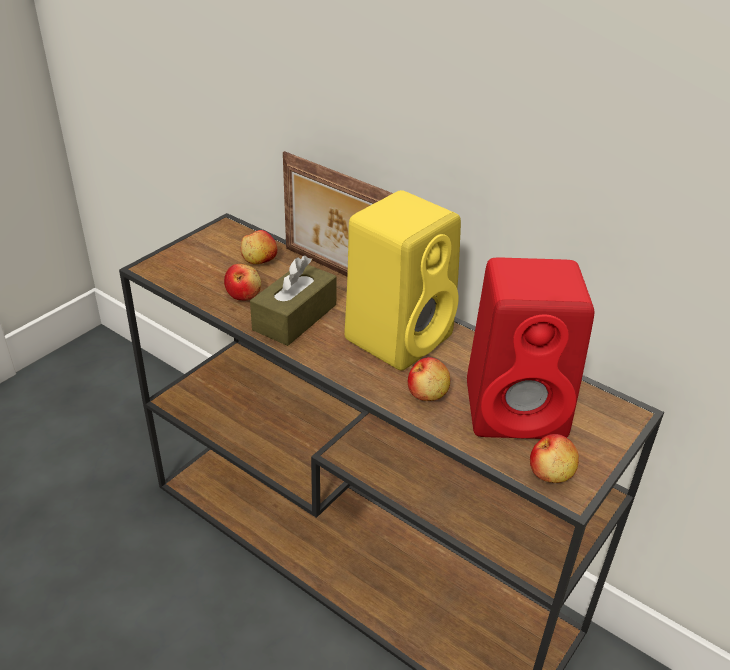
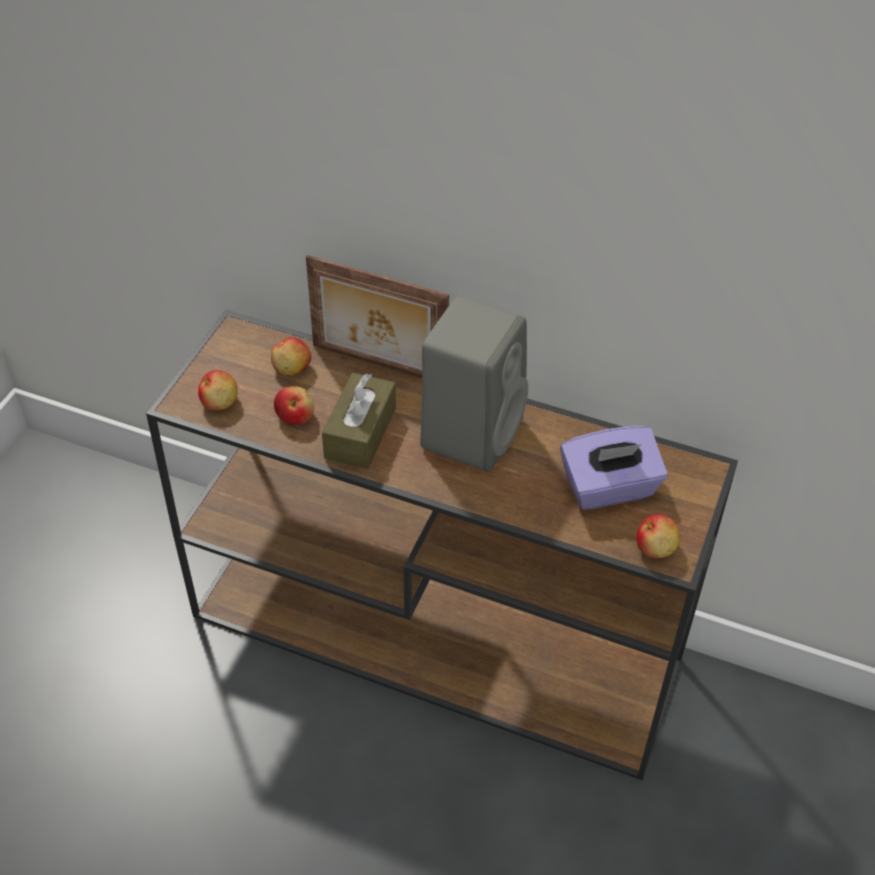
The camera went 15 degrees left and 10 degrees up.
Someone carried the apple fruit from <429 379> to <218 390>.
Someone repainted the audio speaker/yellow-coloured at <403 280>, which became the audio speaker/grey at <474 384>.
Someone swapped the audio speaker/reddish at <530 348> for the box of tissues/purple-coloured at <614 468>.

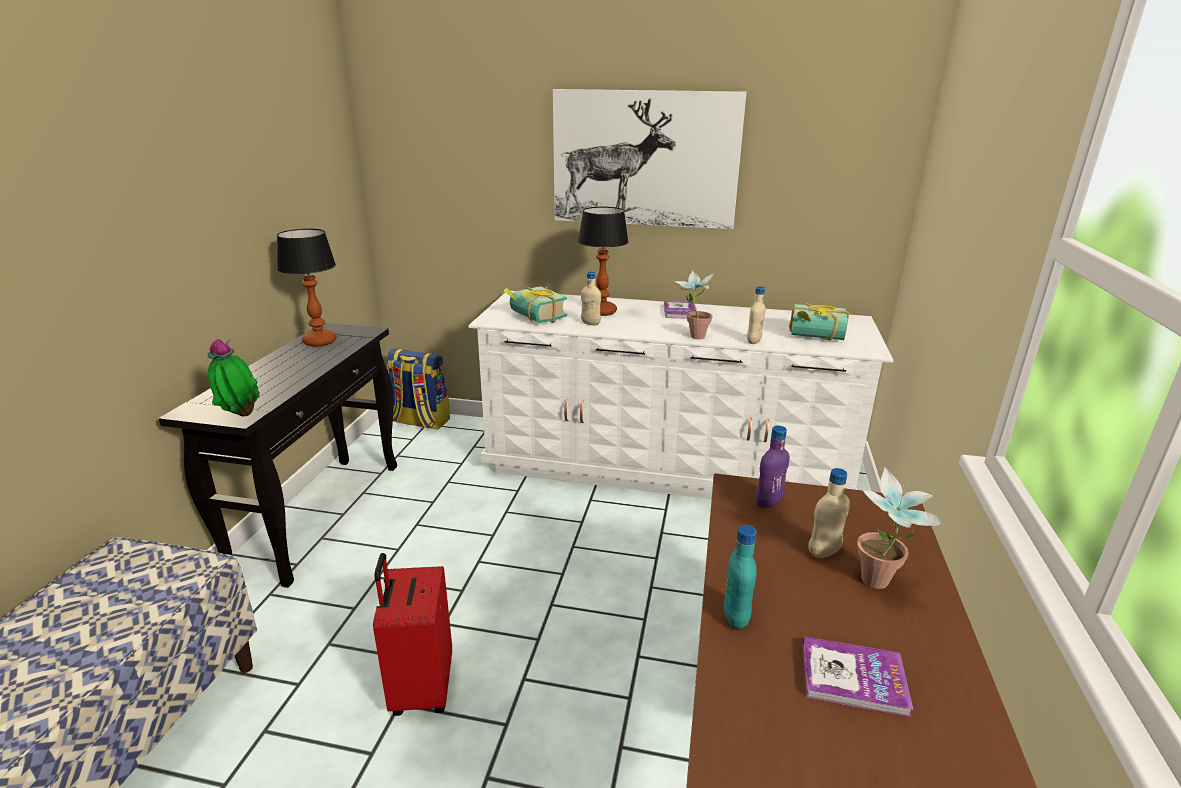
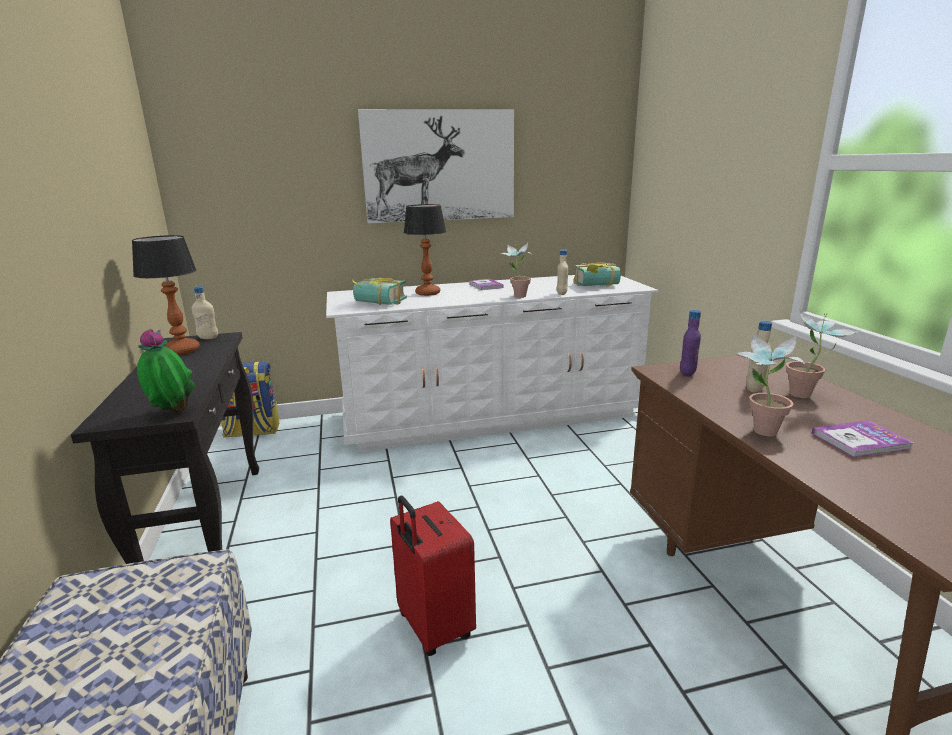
The camera went 25 degrees left and 5 degrees down.
Someone carried the drink bottle/sand-coloured from <591 298> to <205 312>.
Someone swapped the drink bottle/blue-green at <740 577> for the houseplant at <770 385>.

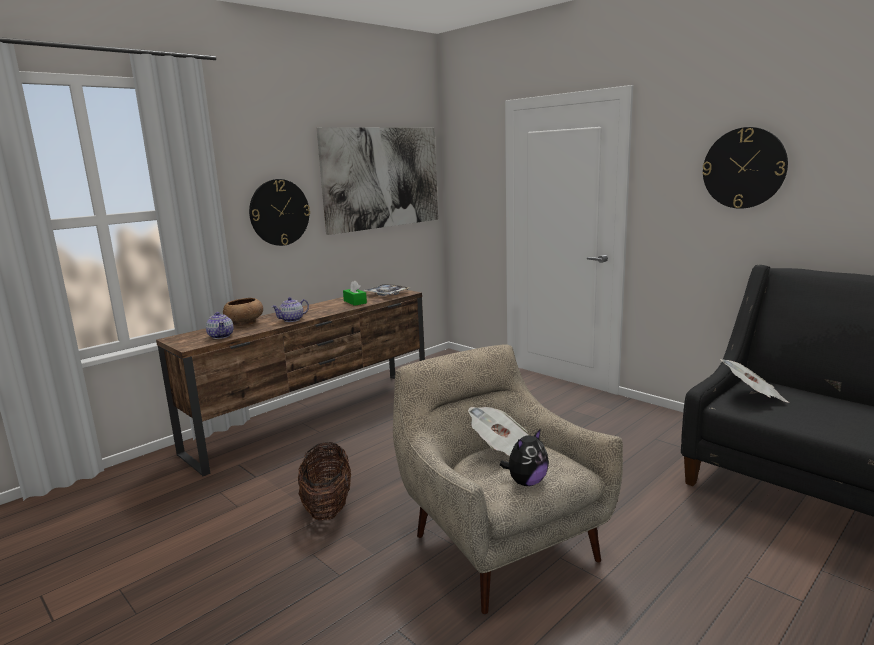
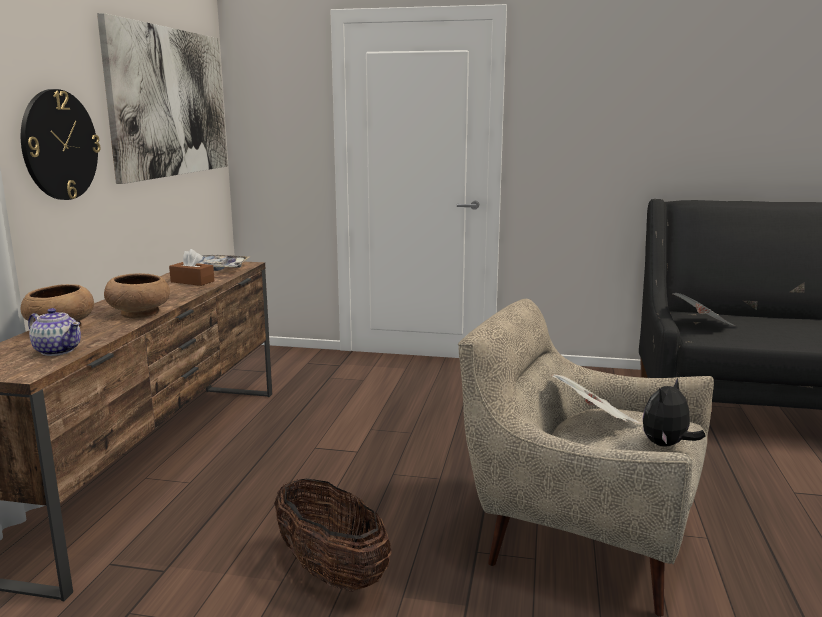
The camera went 35 degrees left and 0 degrees up.
Someone swapped the teapot at <290 309> for the deep dish/brownish at <137 296>.
Someone repainted the box of tissues/green-coloured at <355 293>, which became the box of tissues/brownish at <191 267>.
Someone rotated the cuddly toy at <524 457> by 150 degrees counterclockwise.
Someone took away the hanging clock at <745 168>.

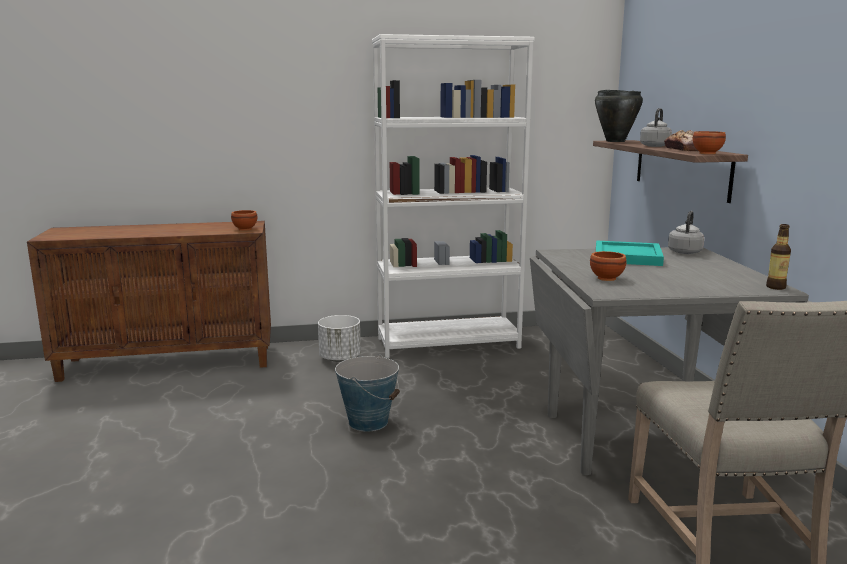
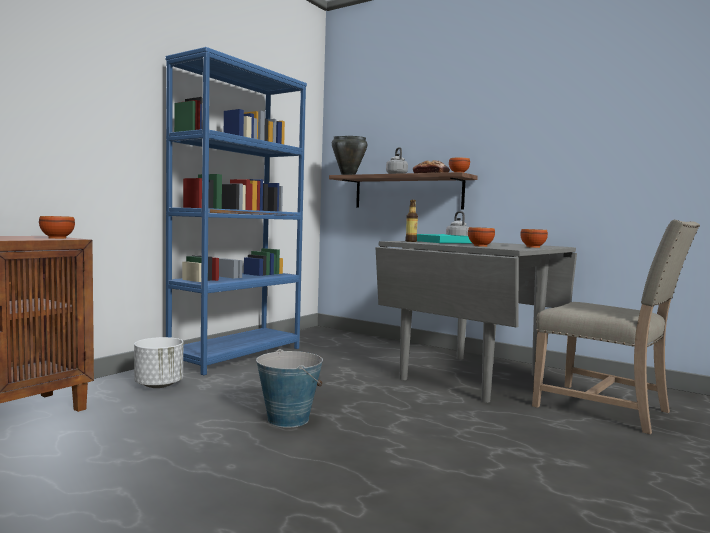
The camera went 45 degrees left and 10 degrees down.
Someone repainted the shelving unit/white at <453 196>, which became the shelving unit/blue-coloured at <236 211>.
Someone carried the drink bottle from <778 257> to <411 221>.
Someone put down the deep dish/brownish at <534 238>.

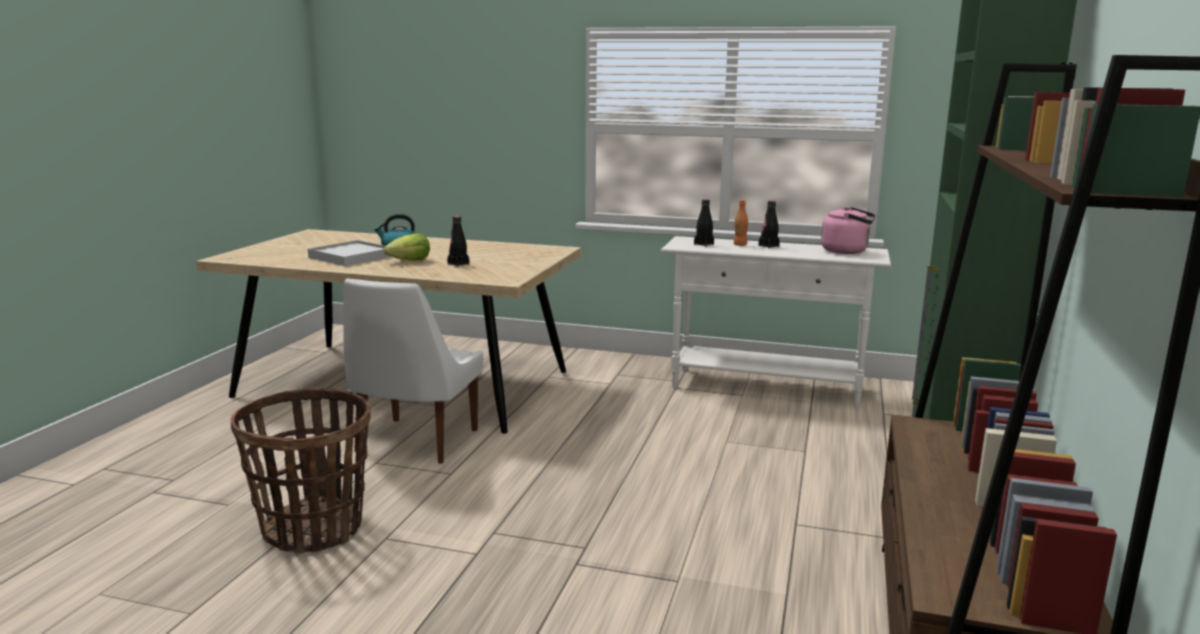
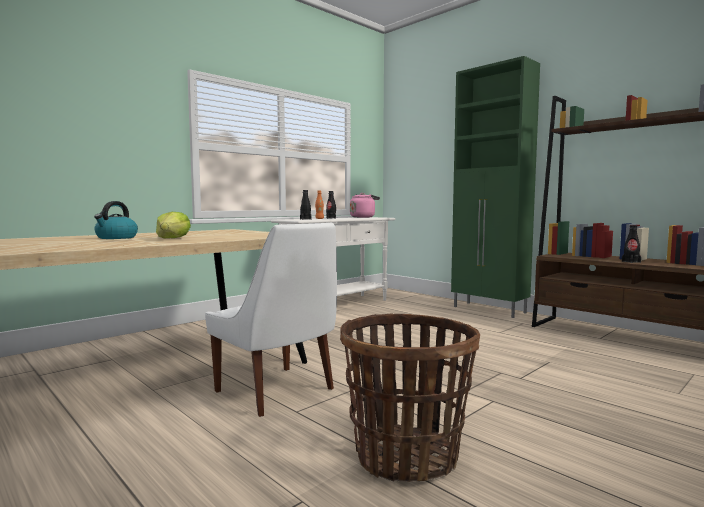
The camera went 60 degrees left and 10 degrees down.
Someone carried the drink bottle/black-coloured from <458 241> to <631 244>.
Someone took away the serving tray/white at <349 253>.

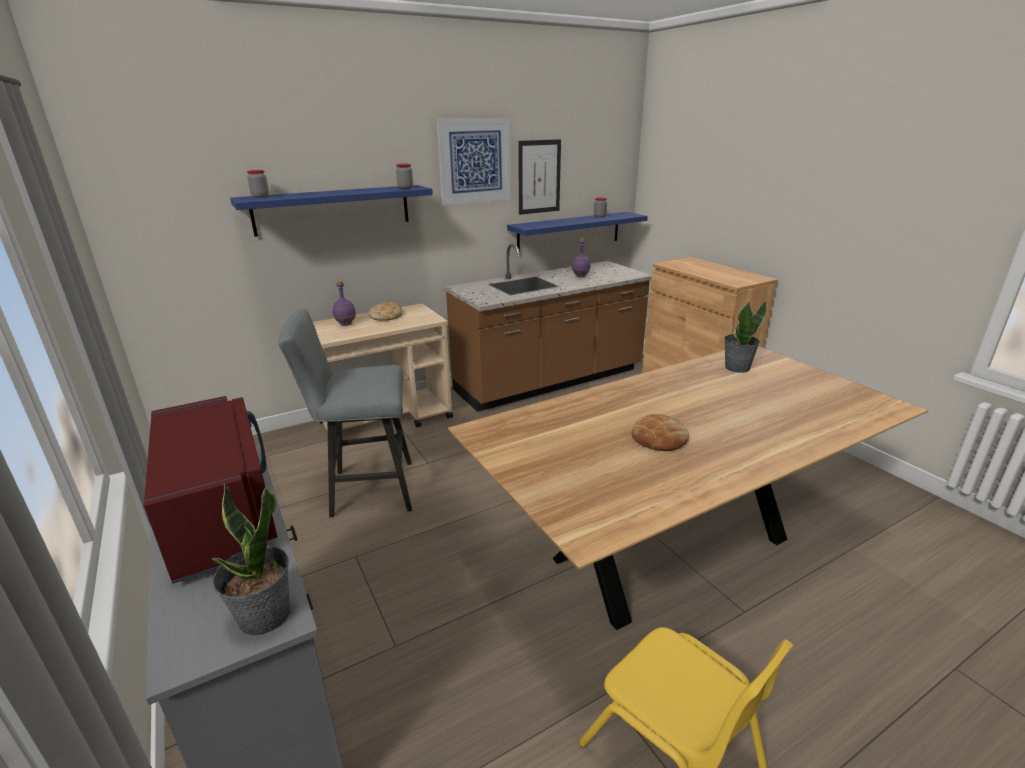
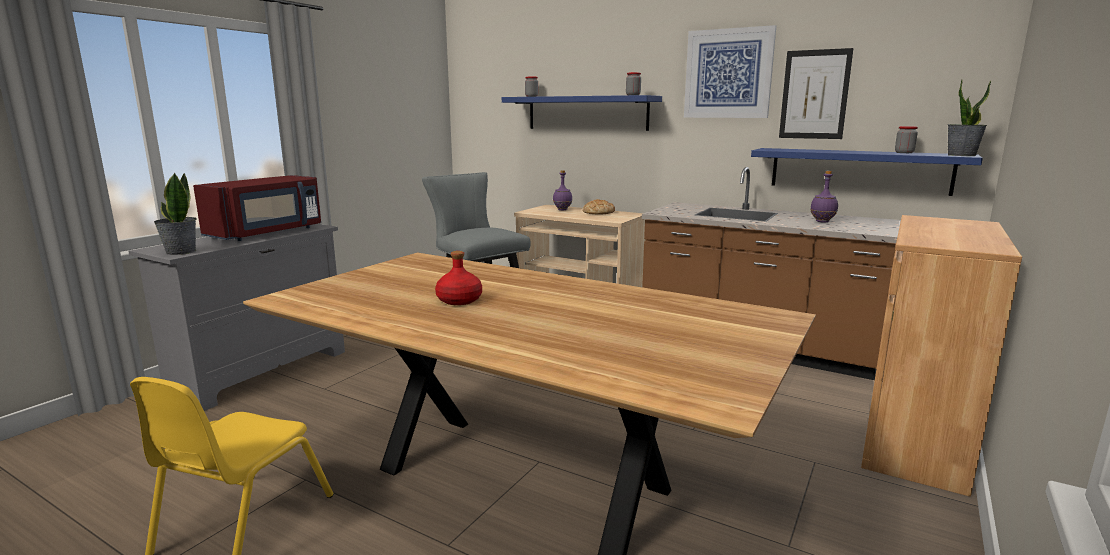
The camera went 60 degrees right and 10 degrees down.
Someone swapped the baked bread at <660 432> for the drink bottle/reddish at <458 278>.
Someone carried the houseplant from <745 336> to <969 117>.

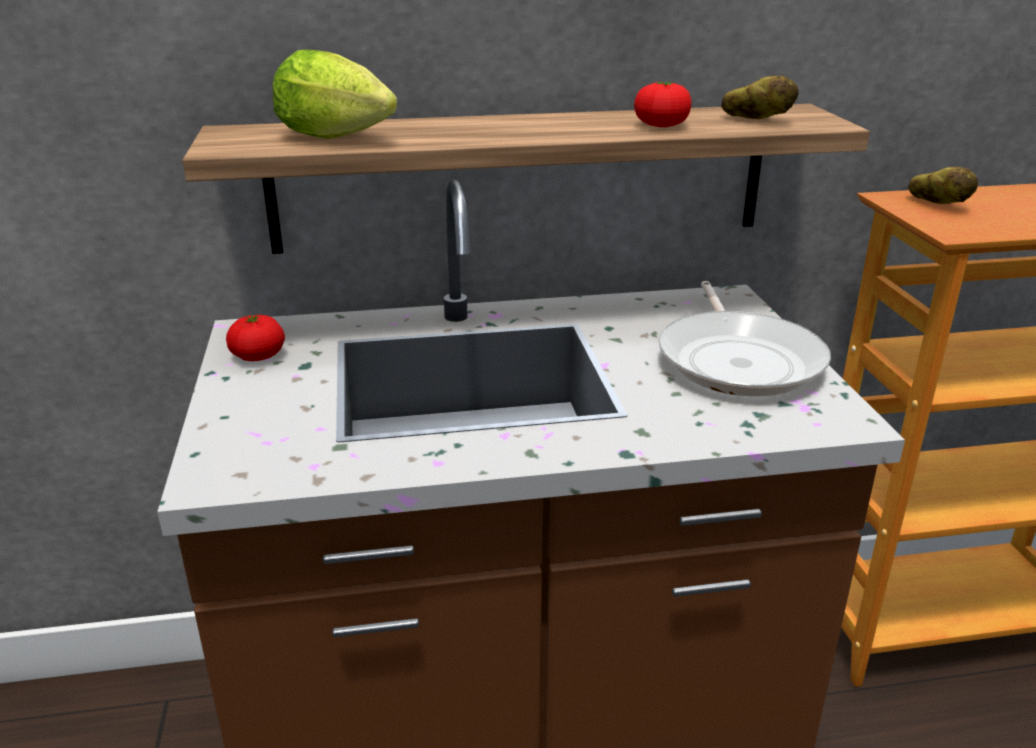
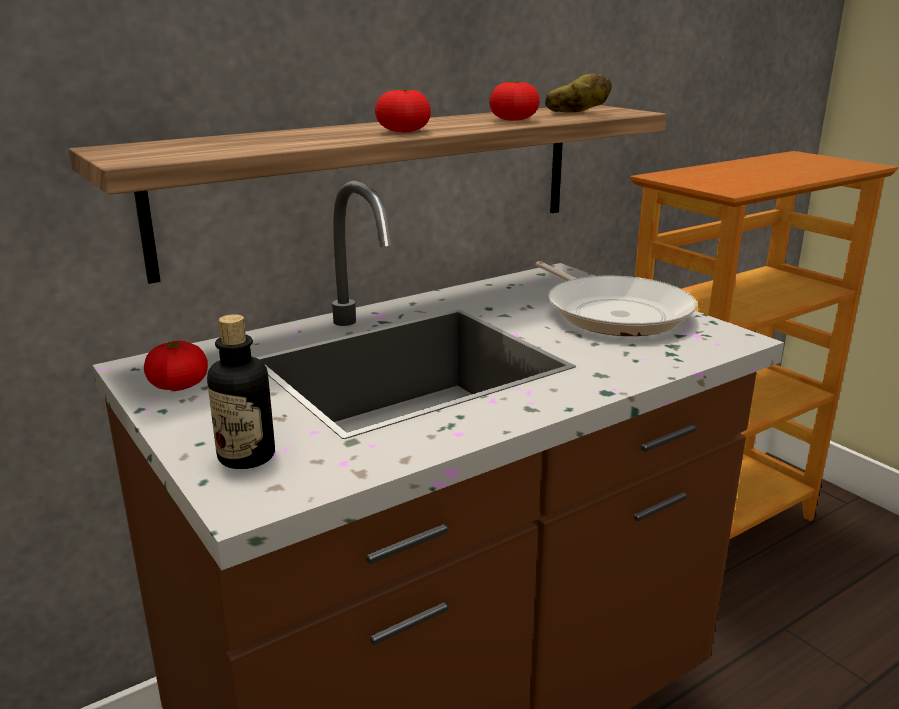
The camera went 25 degrees left and 5 degrees down.
Someone put down the drink bottle at <241 391>.
Someone put down the tomato at <403 110>.
Someone took away the head of lettuce at <334 94>.
Someone took away the spud at <943 185>.

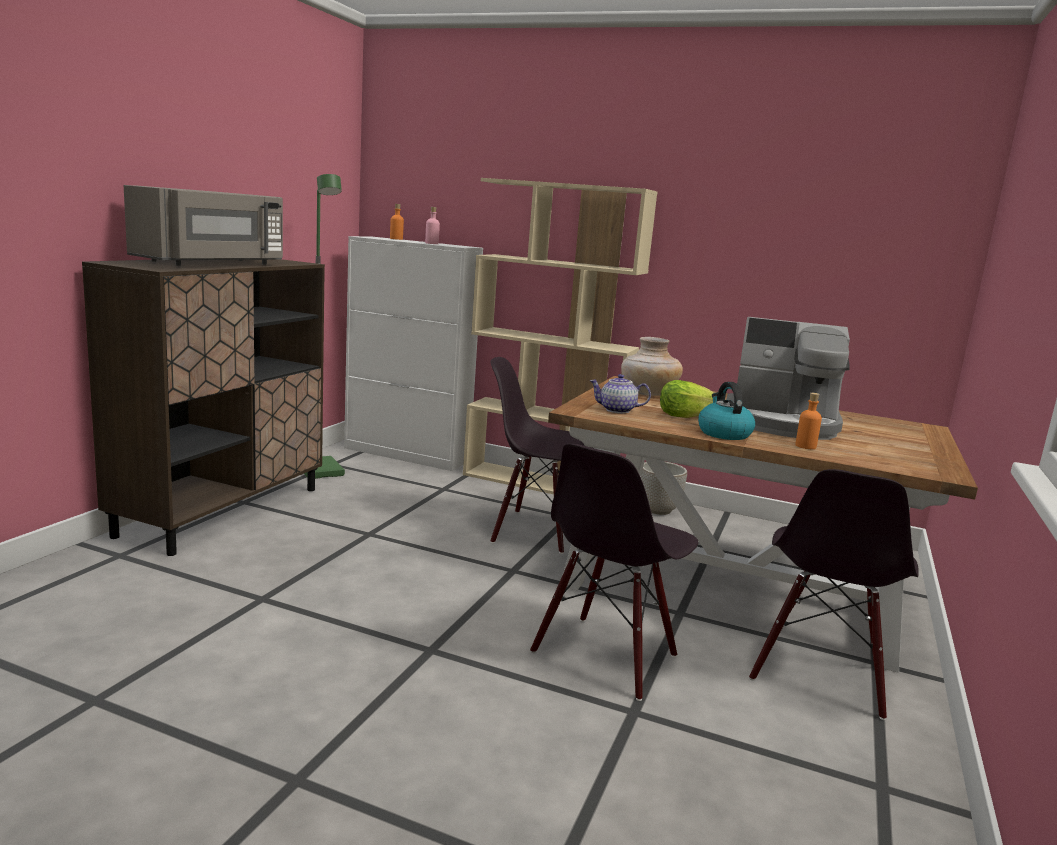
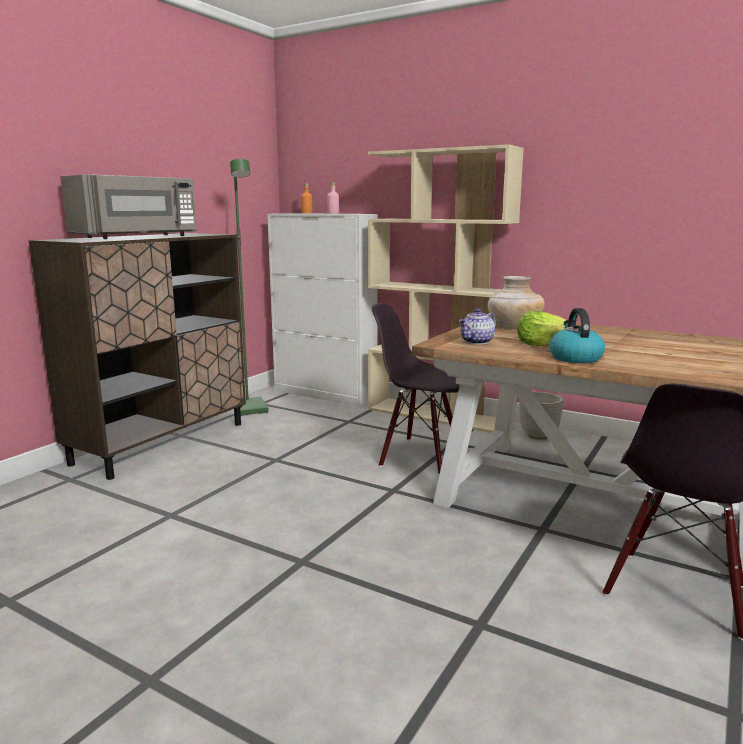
The camera went 10 degrees right and 0 degrees up.
Someone rotated the teapot at <620 393> by 60 degrees counterclockwise.
Someone took away the plain chair/black-coloured at <614 572>.
Someone took away the coffee machine at <788 378>.
Someone took away the drink bottle/orange at <808 421>.

